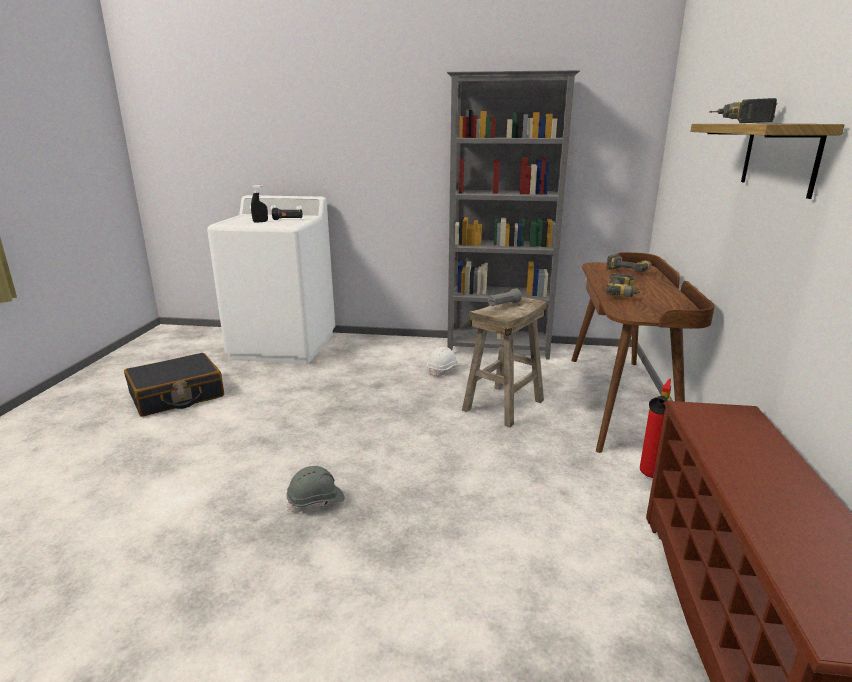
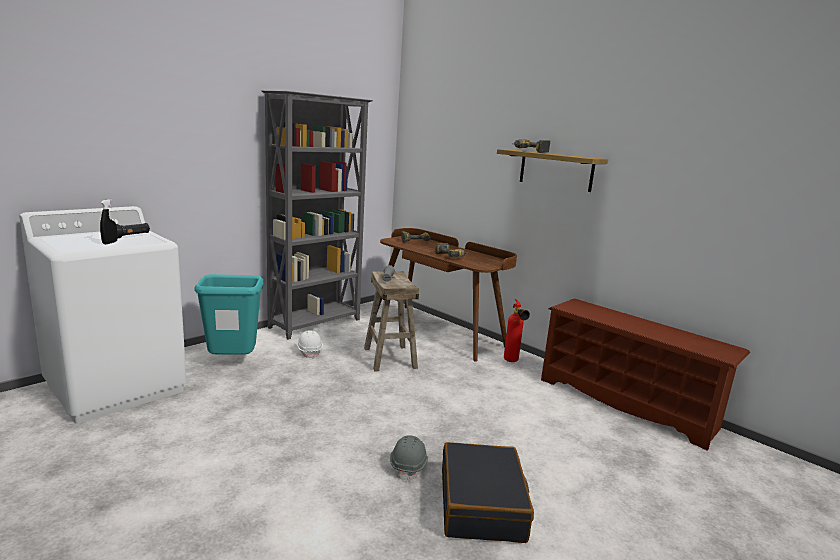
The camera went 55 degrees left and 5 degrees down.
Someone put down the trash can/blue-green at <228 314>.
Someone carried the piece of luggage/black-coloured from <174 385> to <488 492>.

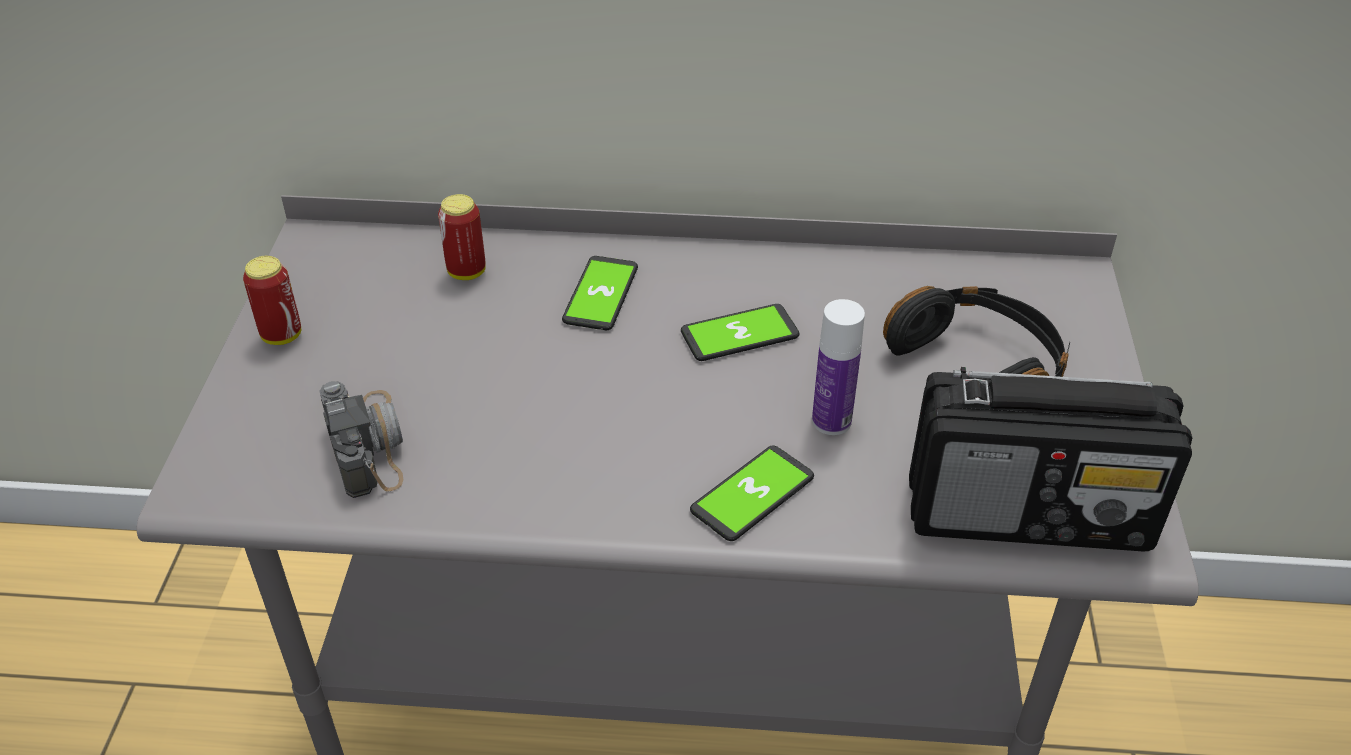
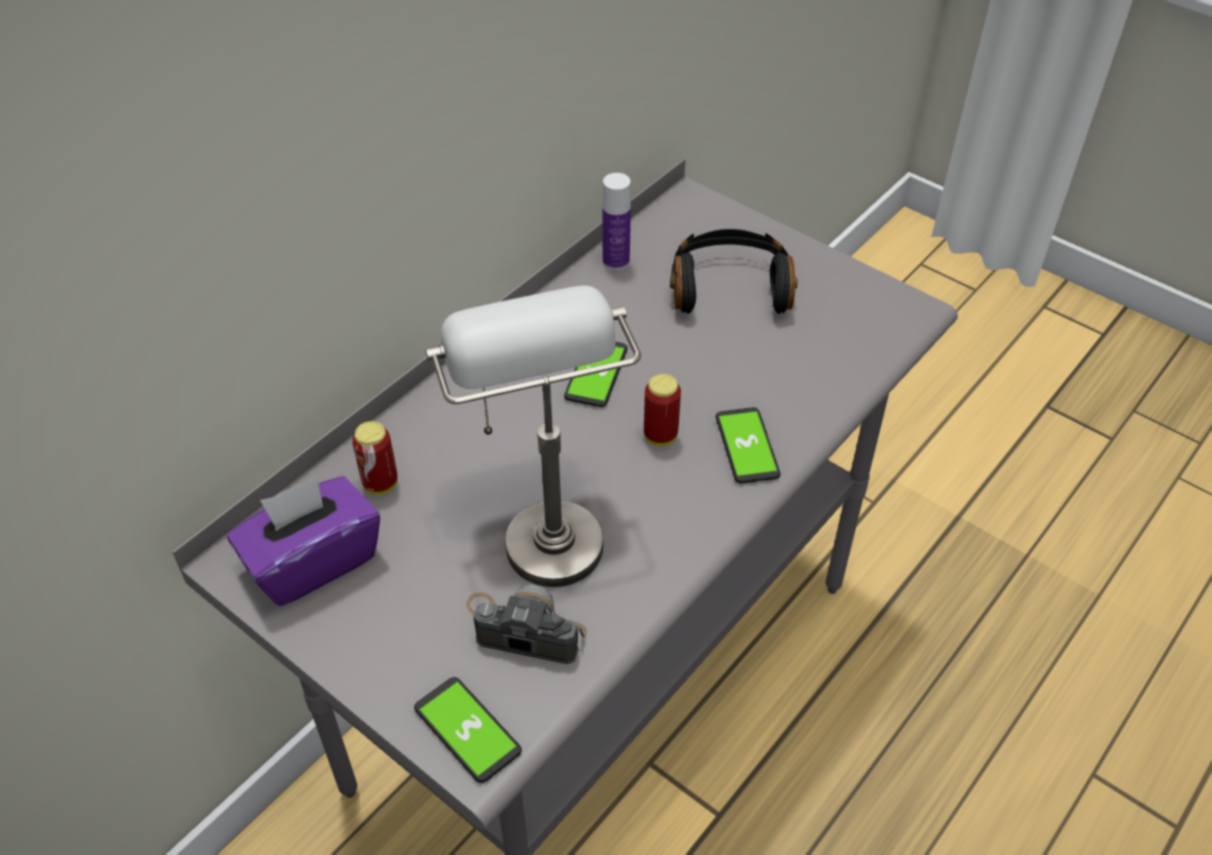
The camera went 55 degrees left and 5 degrees up.
Someone put down the box of tissues/purple-coloured at <303 541>.
Someone carried the handset from <600 293> to <468 730>.
Someone put down the lamp for a table/grey at <533 436>.
Someone carried the drink bottle from <838 367> to <616 221>.
Someone carried the sealed can from <272 300> to <662 410>.
Someone took away the radio receiver at <1050 459>.

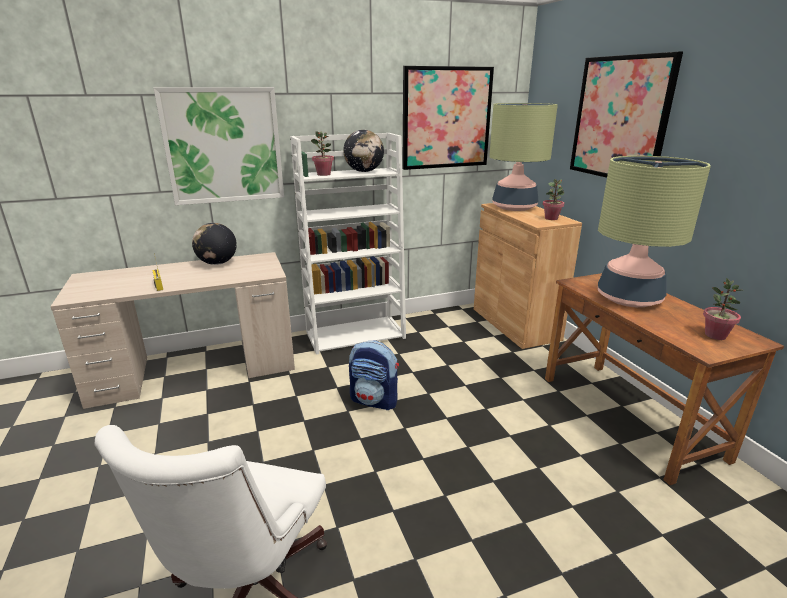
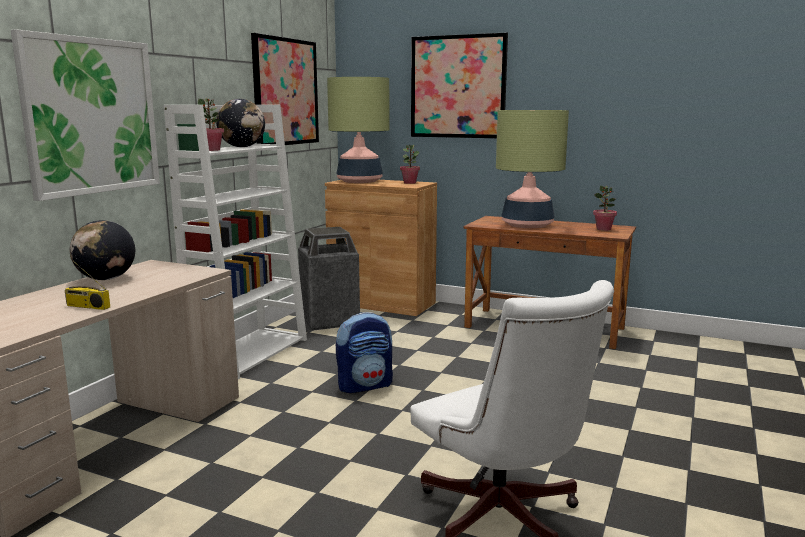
The camera went 45 degrees left and 10 degrees down.
Someone put down the trash can at <329 279>.

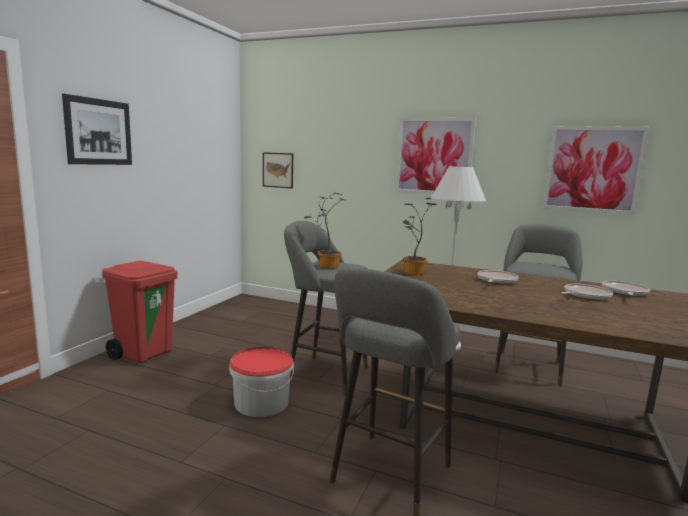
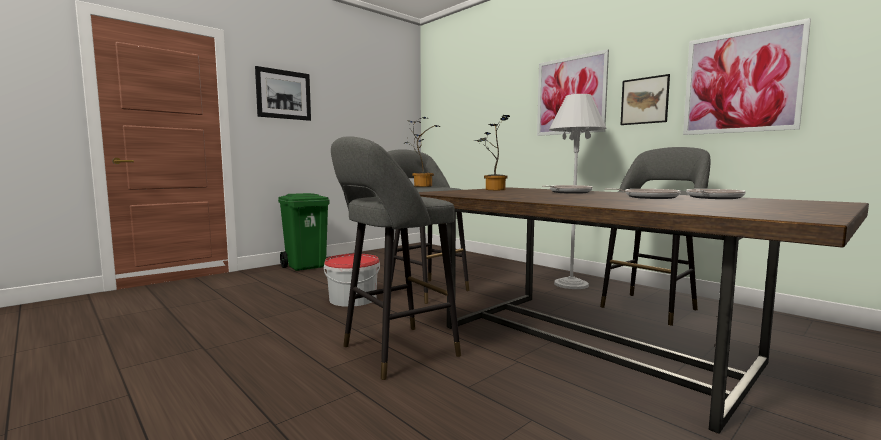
The camera went 25 degrees right and 5 degrees down.
Someone repainted the trash can/reddish at <139 312>, which became the trash can/green-coloured at <304 232>.
Someone carried the wall art from <278 170> to <645 99>.

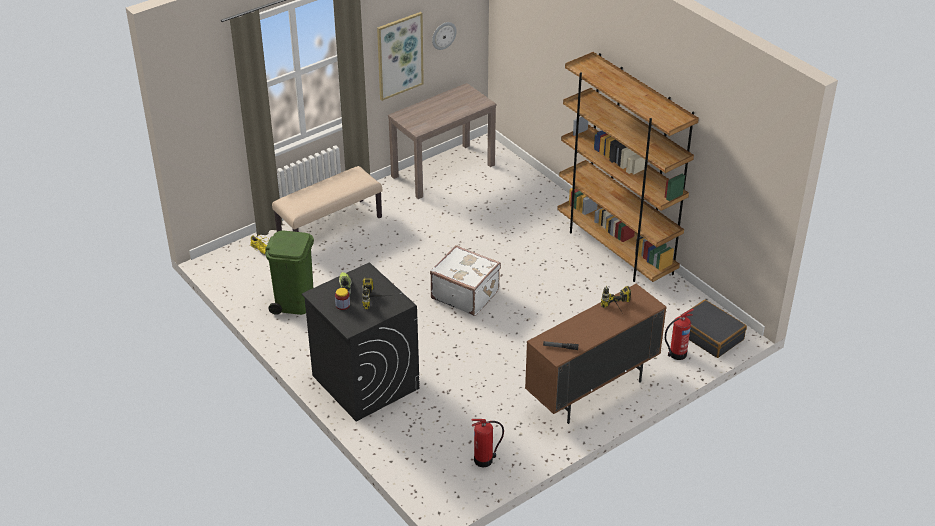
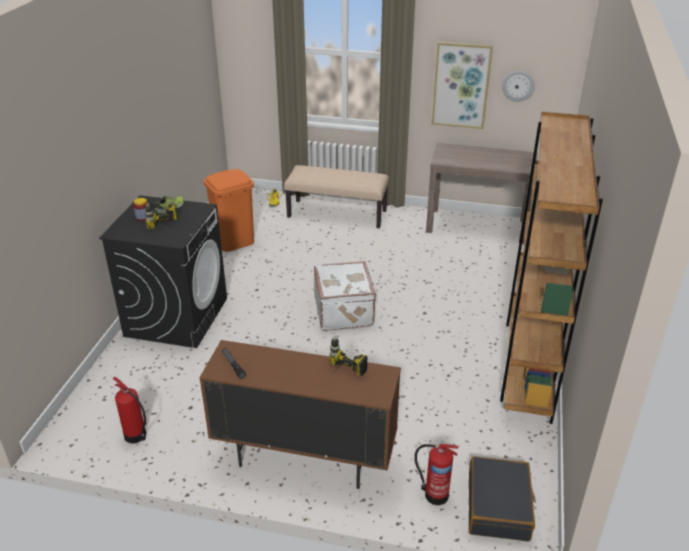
The camera went 50 degrees right and 5 degrees down.
Someone repainted the trash can/green-coloured at <289 273>, which became the trash can/orange at <228 210>.

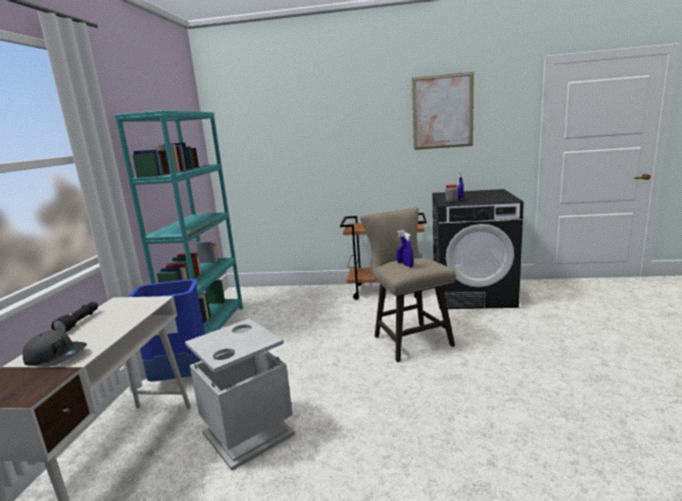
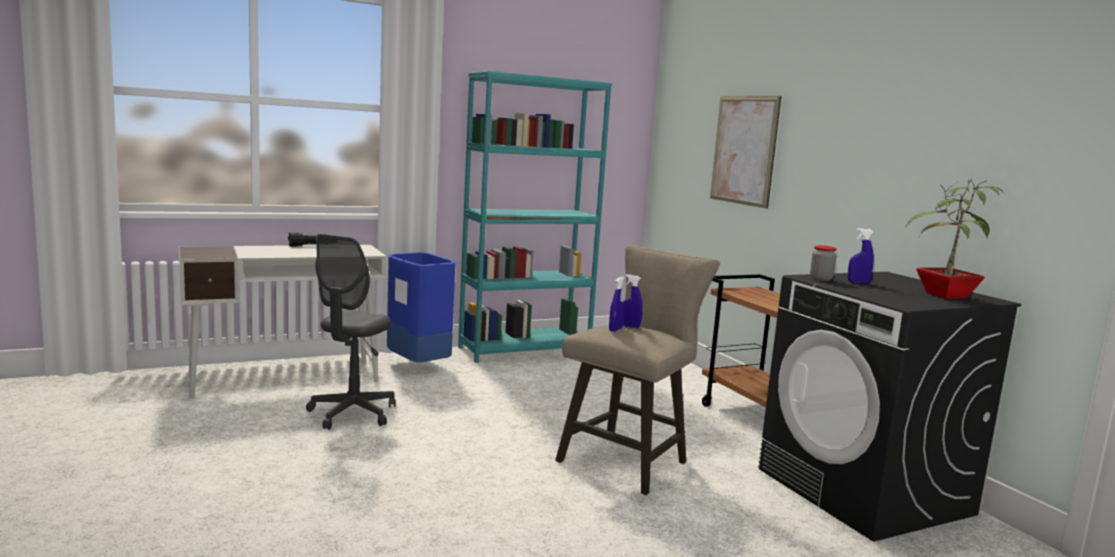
The camera went 55 degrees right and 5 degrees down.
Someone swapped the trash can/grey at <240 394> for the desk chair/grey at <351 332>.
Someone carried the wall art from <443 111> to <745 152>.
Someone put down the houseplant at <955 239>.
Someone took away the cap/grey at <55 348>.

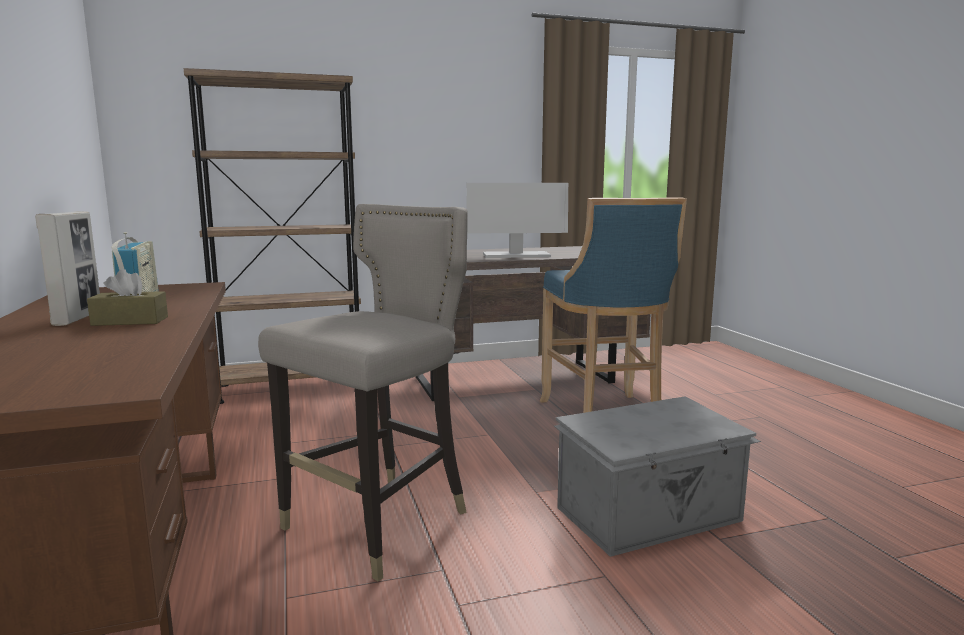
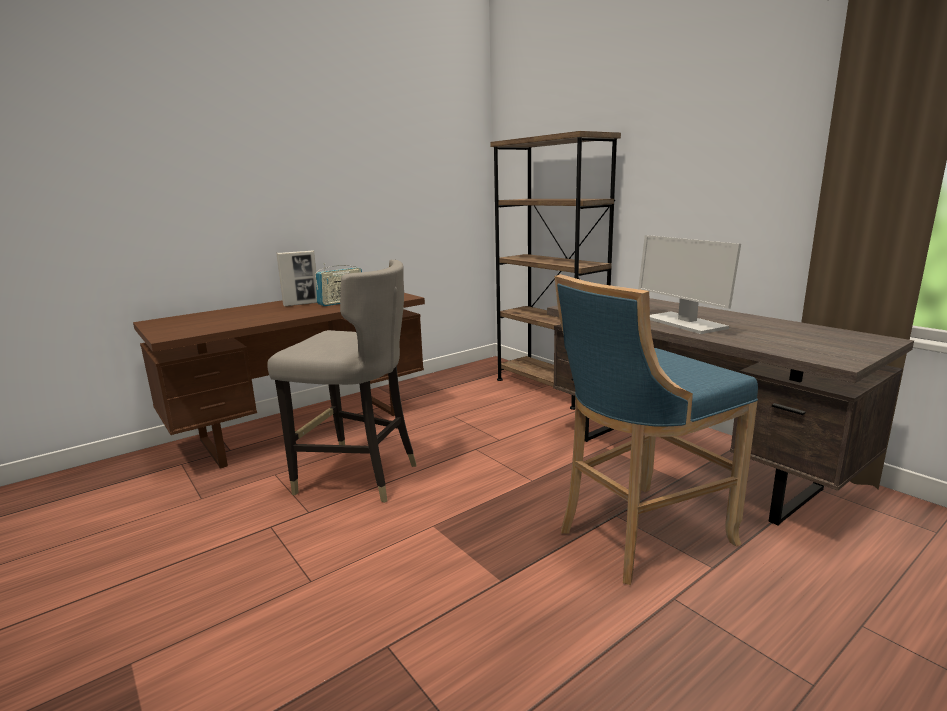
The camera went 70 degrees right and 5 degrees up.
Someone took away the box of tissues/brownish at <127 297>.
Someone took away the storage container/grey at <657 476>.

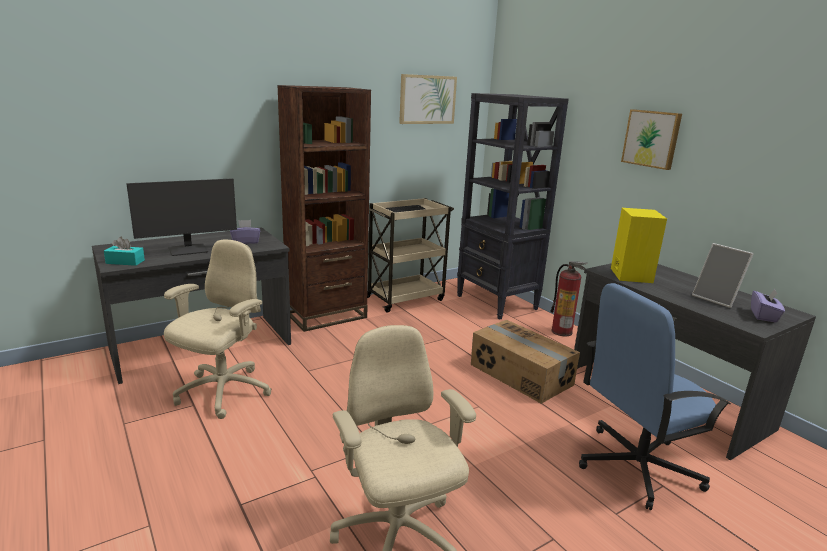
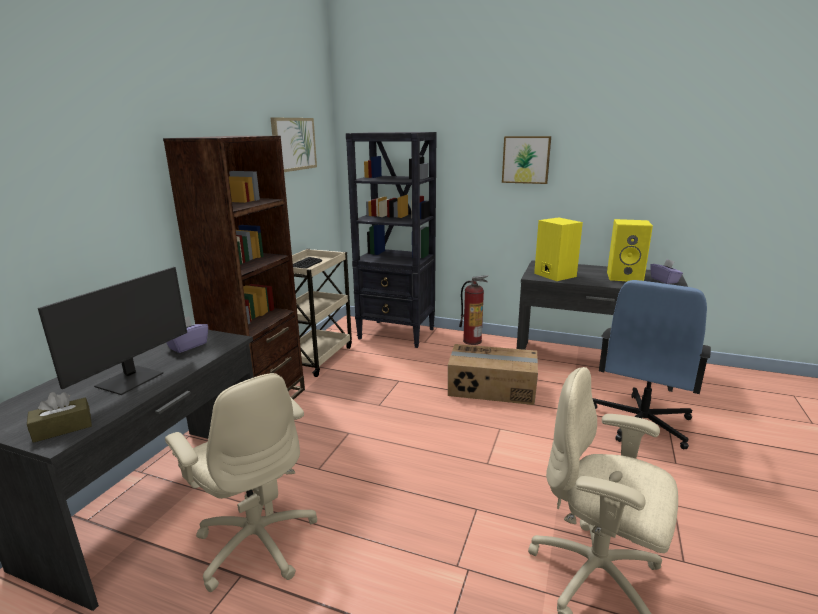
The camera went 35 degrees left and 0 degrees up.
Someone repainted the box of tissues/blue-green at <124 251>, which became the box of tissues/brownish at <59 417>.
Someone rotated the desk chair/sand-coloured at <218 329> by 150 degrees clockwise.
Someone swapped the photo frame at <723 275> for the audio speaker/yellow-coloured at <630 250>.

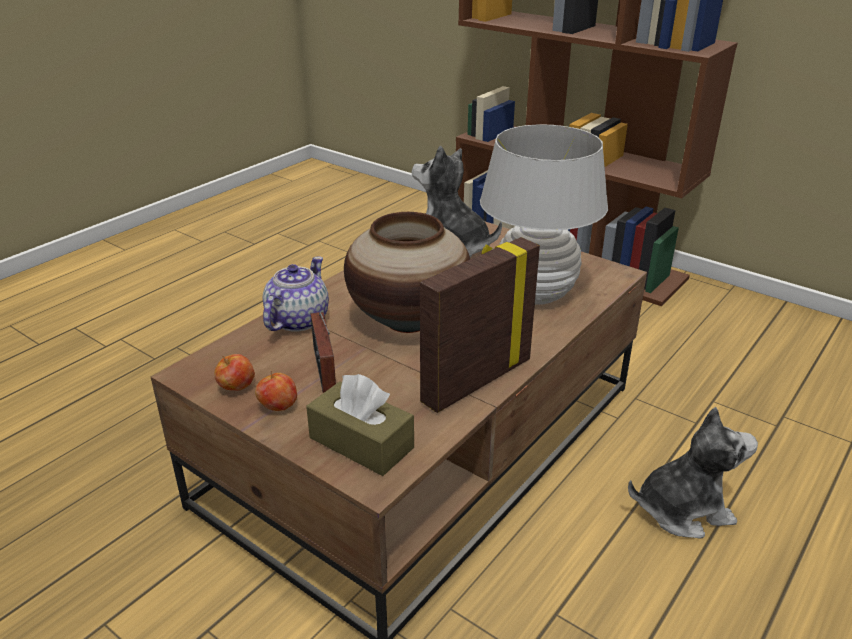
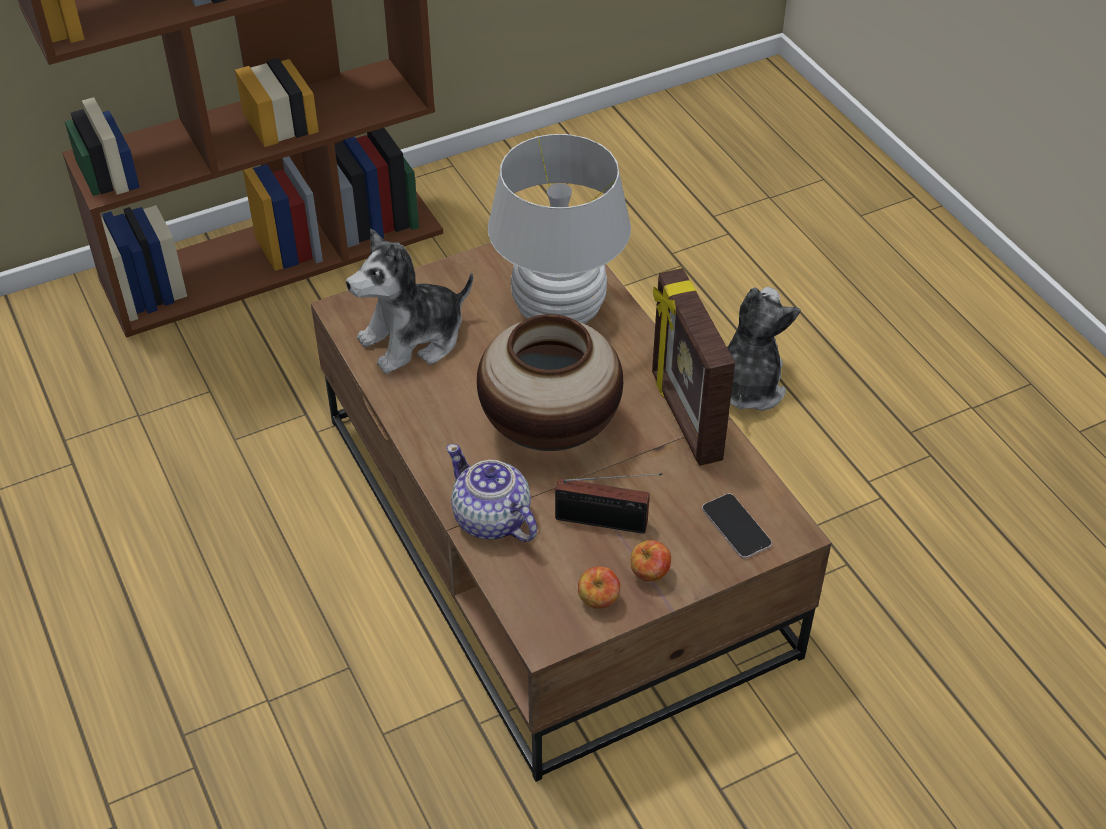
The camera went 65 degrees left and 15 degrees up.
Someone swapped the box of tissues/brownish at <360 425> for the handset at <737 526>.

